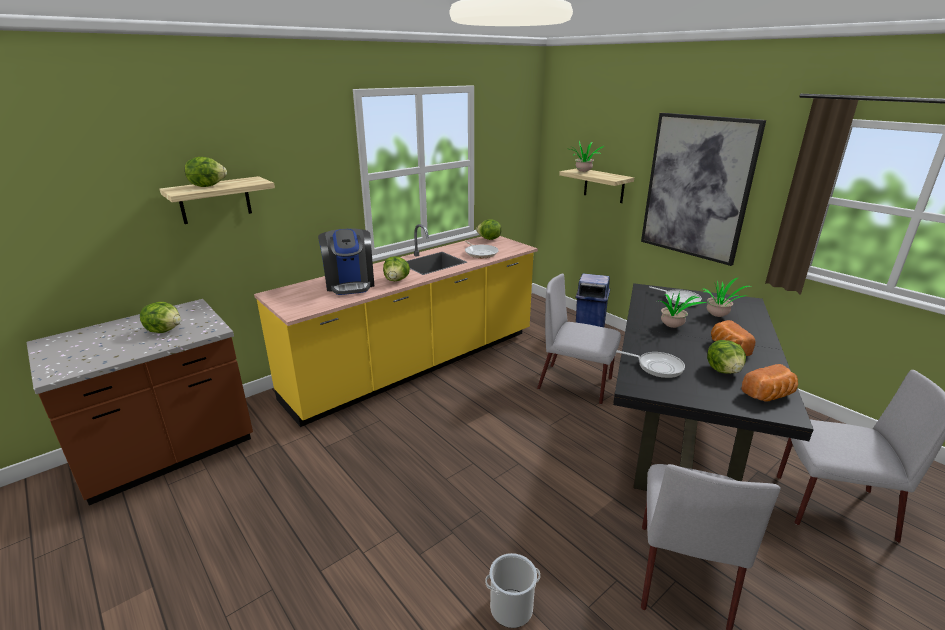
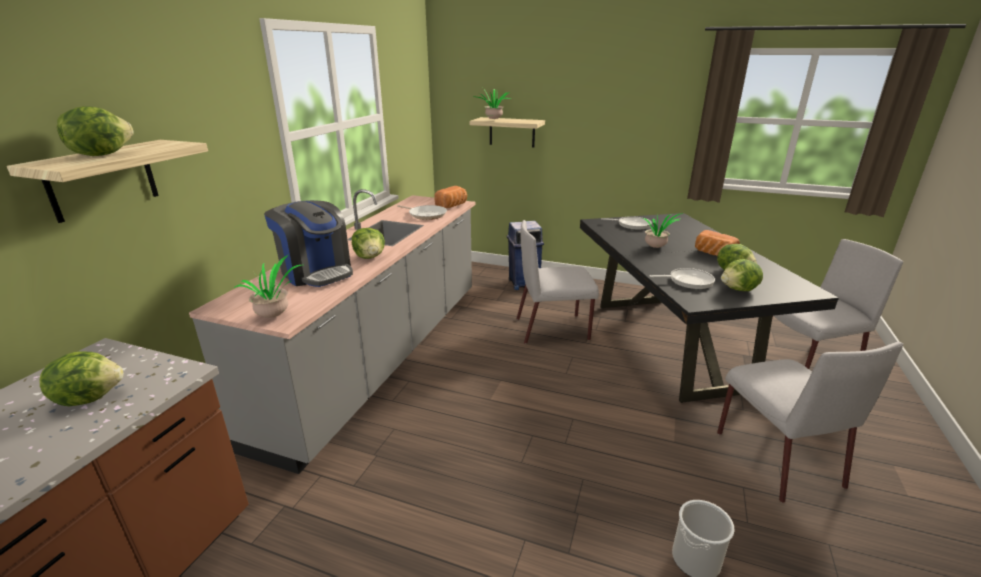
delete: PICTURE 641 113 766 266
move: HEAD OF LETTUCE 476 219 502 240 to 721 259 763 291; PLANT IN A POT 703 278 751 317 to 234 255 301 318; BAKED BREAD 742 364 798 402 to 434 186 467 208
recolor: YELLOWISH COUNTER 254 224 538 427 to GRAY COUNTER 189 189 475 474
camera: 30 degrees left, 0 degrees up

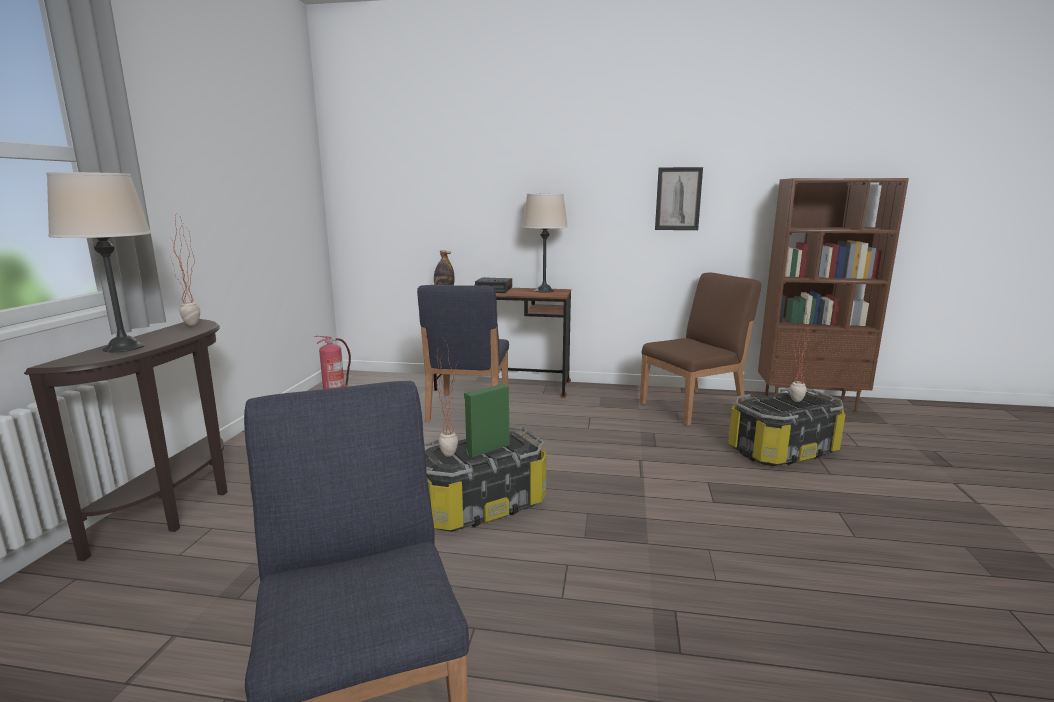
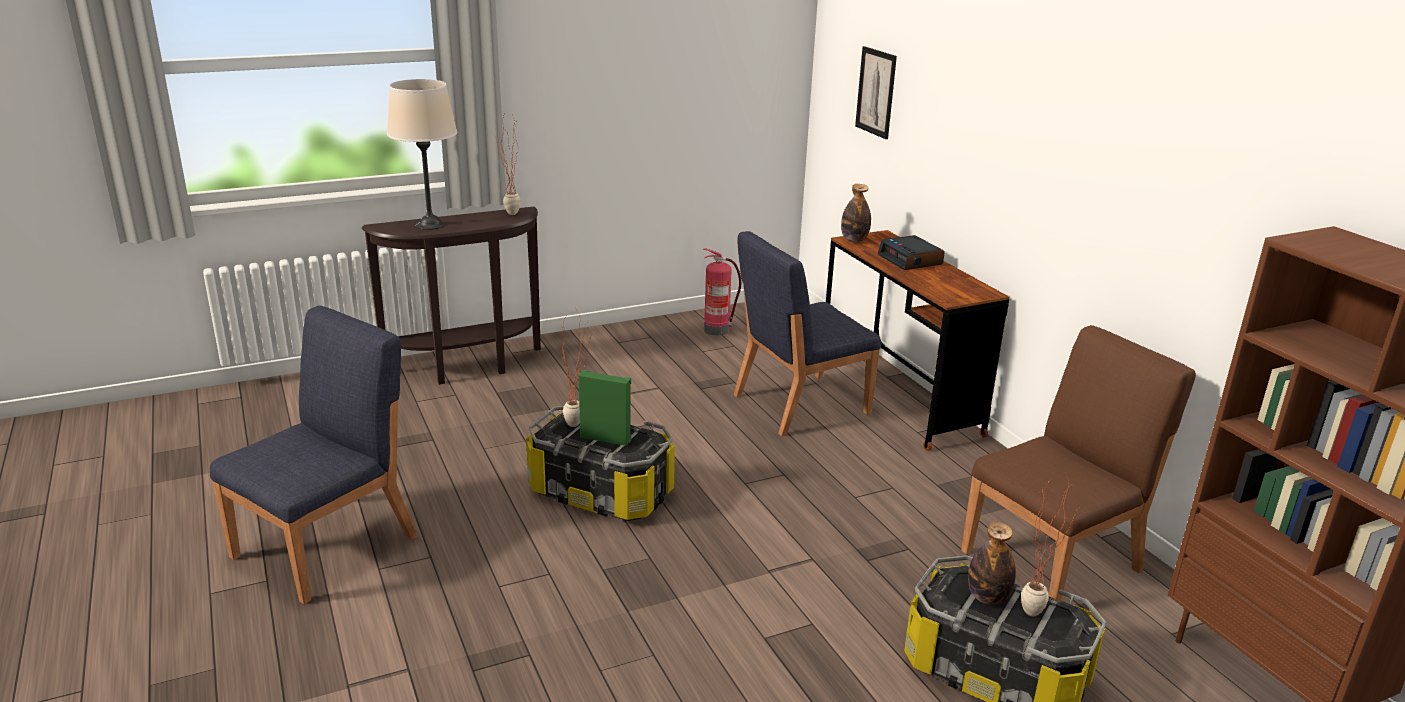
delete: SAND-COLOURED TABLE LAMP 522 194 568 293
insert: DRINK BOTTLE 968 522 1016 605
move: PICTURE 655 167 703 230 to 855 46 897 139
rotate: BROWN CHAIR 640 273 761 426 = 961 325 1196 602 60 degrees counterclockwise
camera: 55 degrees right, 10 degrees up

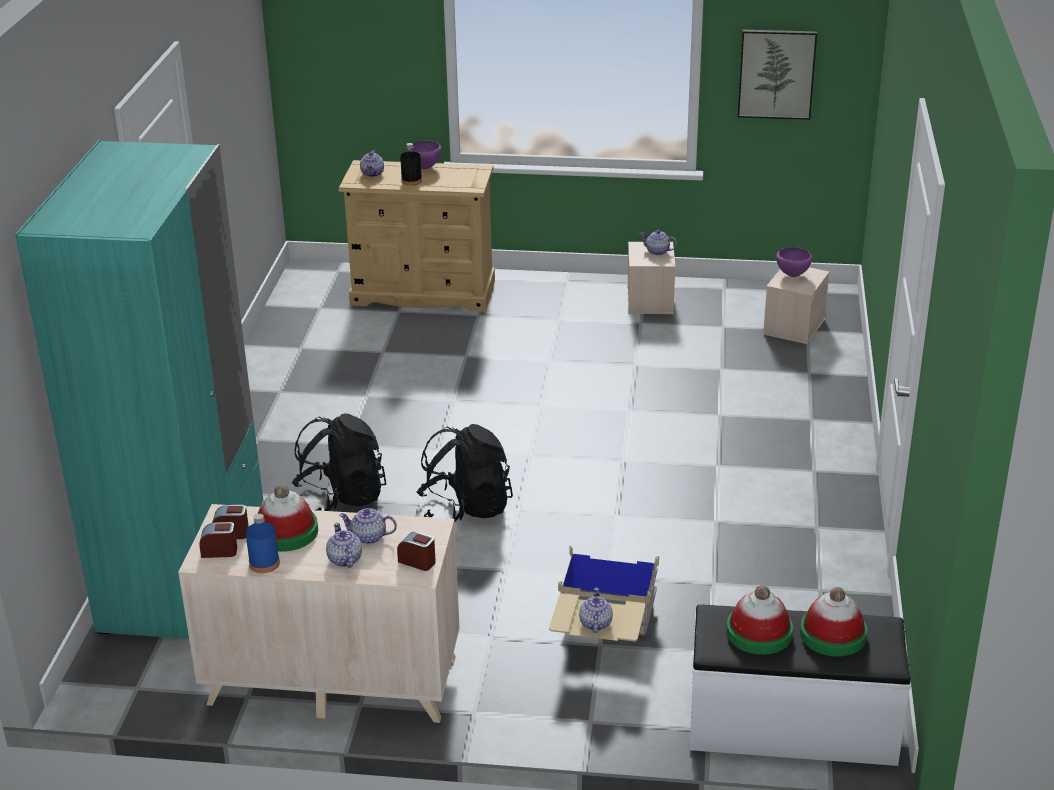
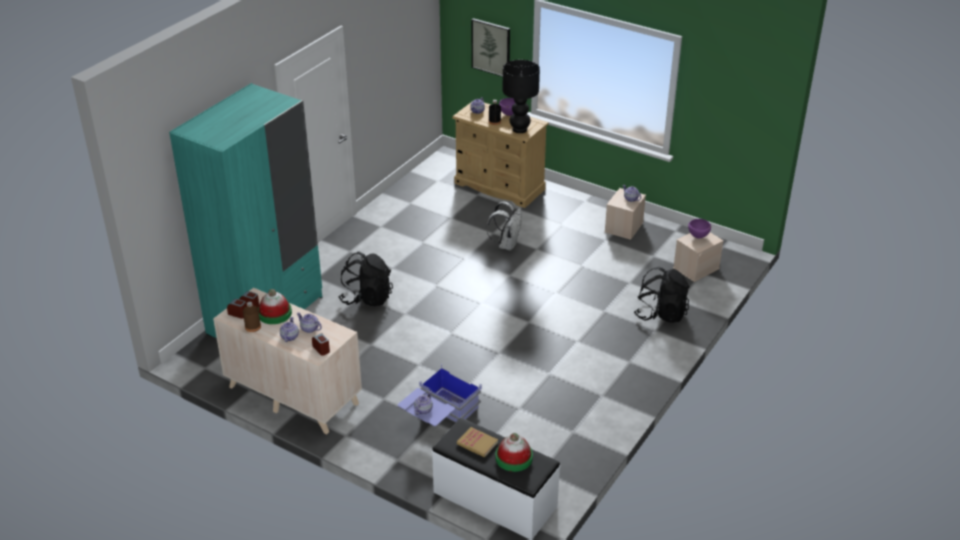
insert: BLACK TABLE LAMP 503 60 540 133; WHITISH BACKPACK 486 201 522 251
move: PICTURE 738 30 817 120 to 472 18 510 77; BLACK BACKPACK 417 424 513 522 to 634 267 689 323
replace: HAT 726 585 793 655 to BOUND BOOK 457 427 498 457
recolor: BLUISH DRINK BOTTLE 246 514 280 573 to BROWN DRINK BOTTLE 243 302 261 332; SAND-COLOURED STORAGE BIN 549 546 659 641 to BLUISH STORAGE BIN 398 363 482 426
camera: 25 degrees right, 5 degrees up

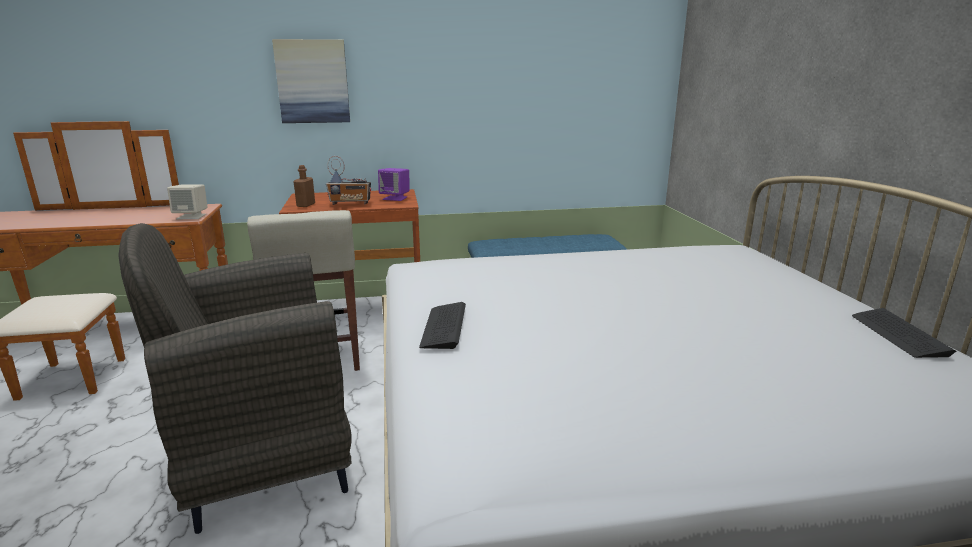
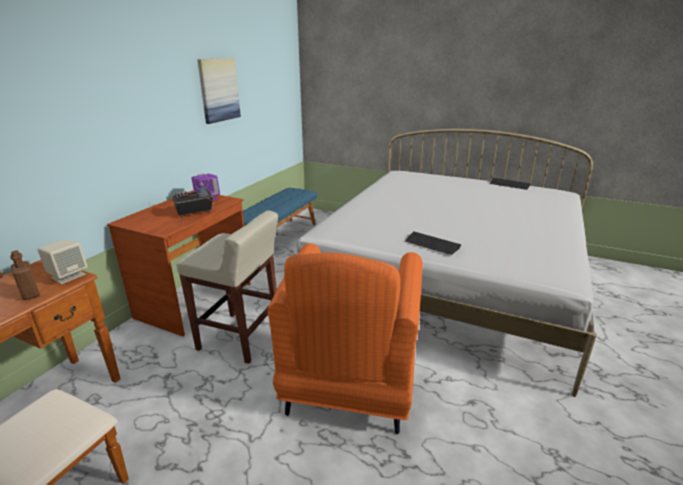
move: PICTURE 272 39 350 123 to 197 58 241 124; BROWN DRINK BOTTLE 293 165 315 207 to 10 250 40 300
recolor: GRAY LOUNGE CHAIR 118 223 352 534 to ORANGE LOUNGE CHAIR 268 243 423 434
rotate: RADIO SET 326 156 371 205 = 172 174 213 217 150 degrees counterclockwise
camera: 55 degrees left, 5 degrees up

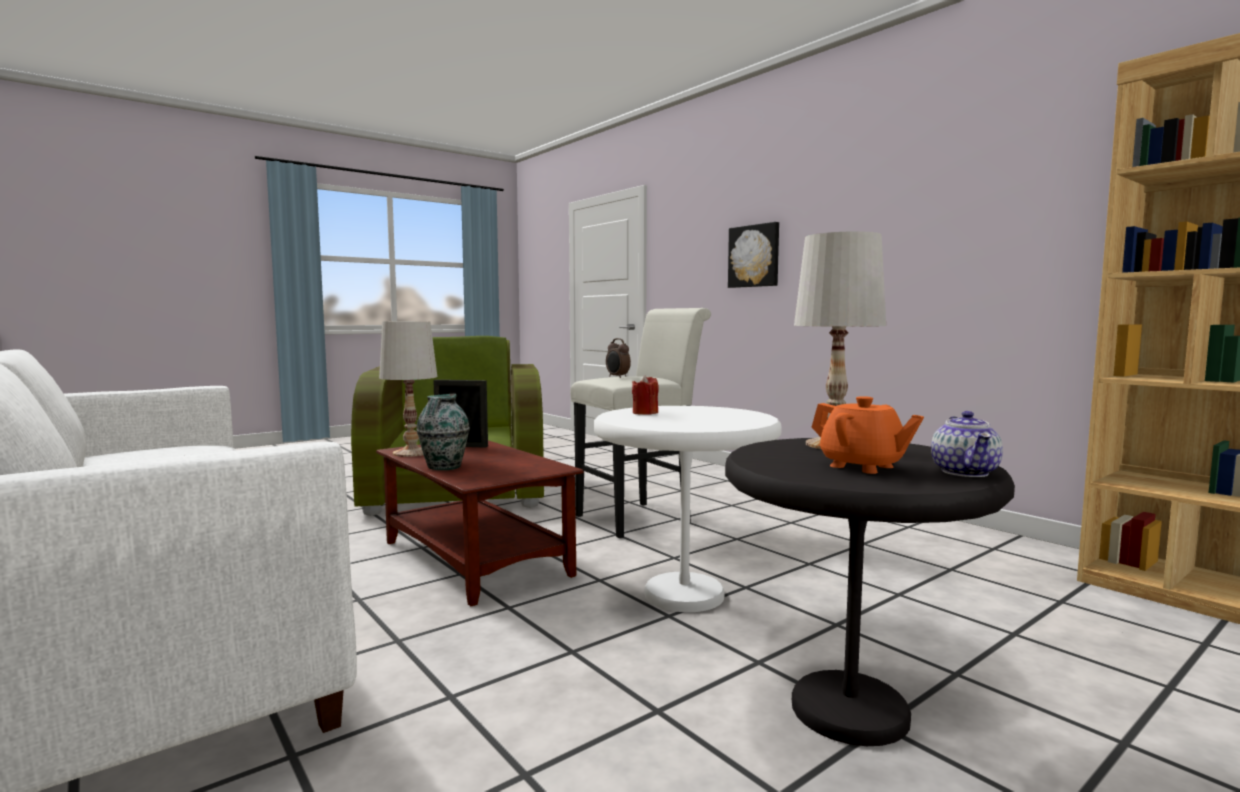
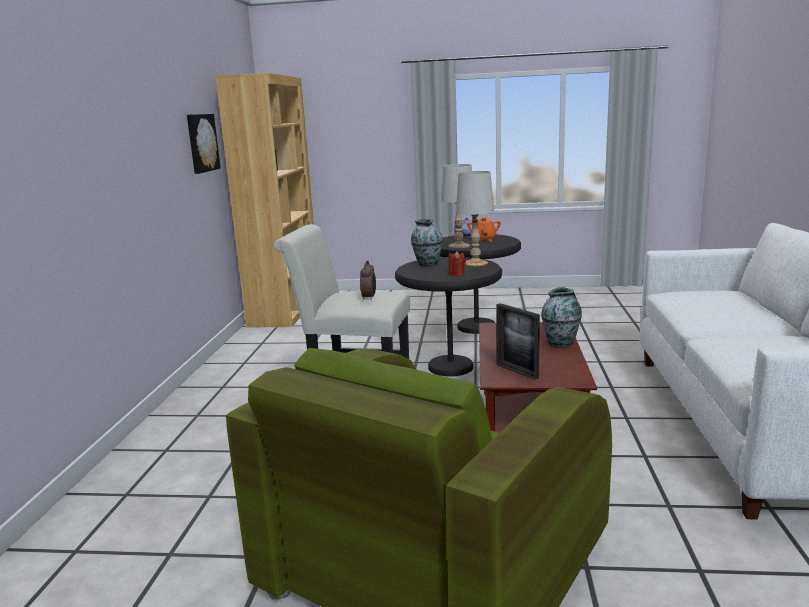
insert: VASE 411 219 443 266
move: PICTURE 728 222 779 288 to 187 114 221 174; WHITISH TABLE LAMP 379 321 437 457 to 456 171 494 266
recolor: WHITISH END TABLE 594 406 782 612 to BLACK END TABLE 395 257 502 377
camera: 135 degrees left, 10 degrees up

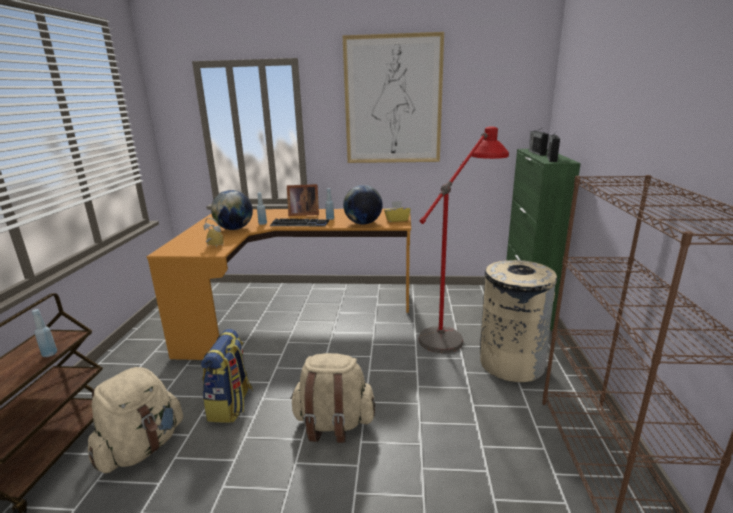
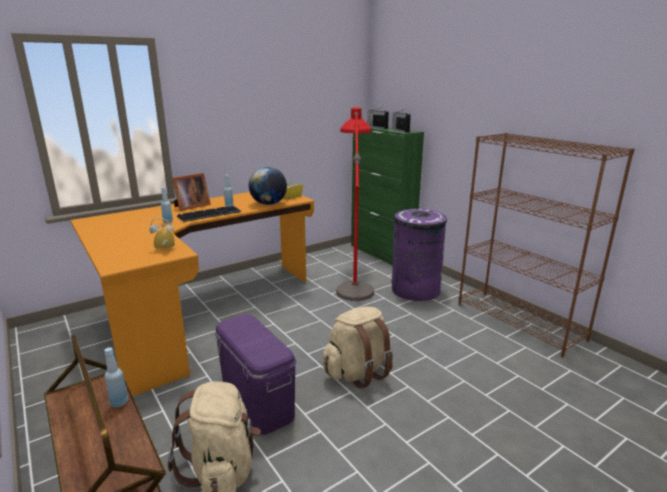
delete: PICTURE 343 32 444 163; WORLD GLOBE 211 190 253 230
replace: BACKPACK 201 329 254 423 to PURPLE STORAGE BIN 215 314 296 435
recolor: SAND-COLOURED RUBBISH BIN 480 260 557 382 to PURPLE RUBBISH BIN 391 209 447 301
camera: 40 degrees left, 0 degrees up

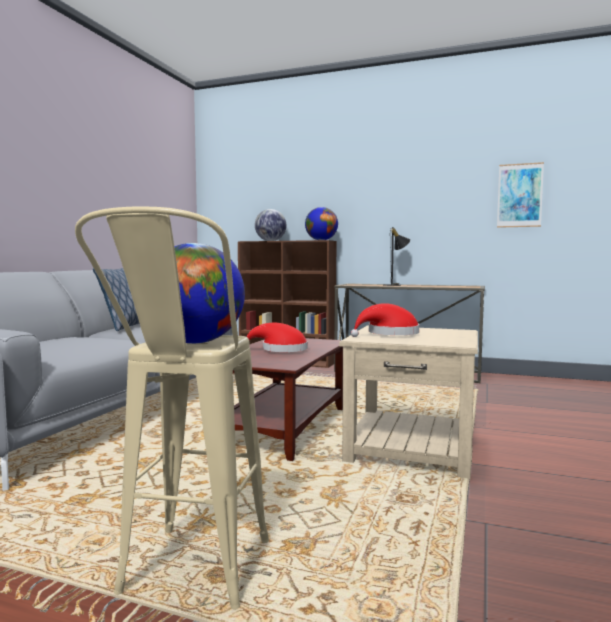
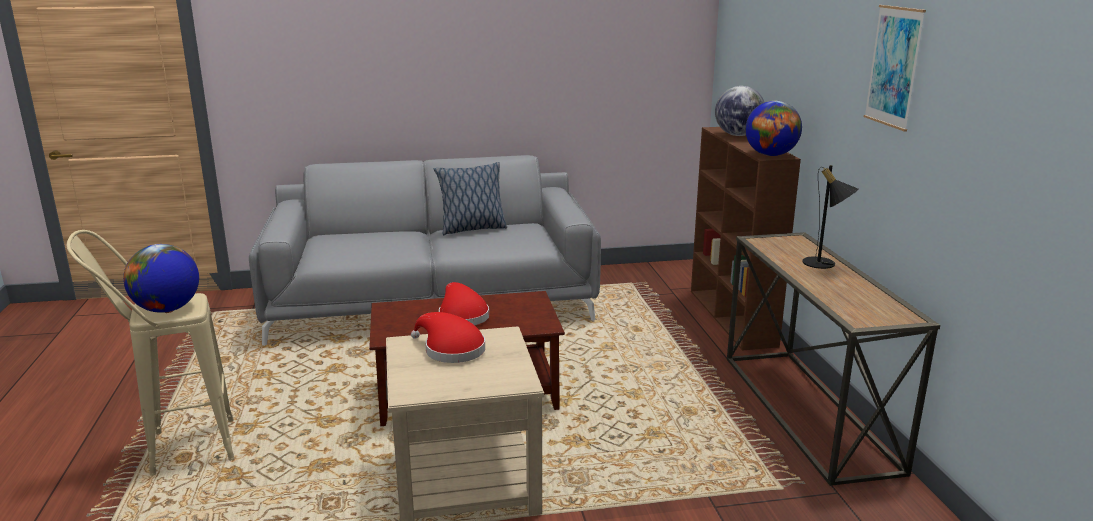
move: PICTURE 497 162 544 228 to 864 5 926 132
camera: 60 degrees right, 15 degrees up

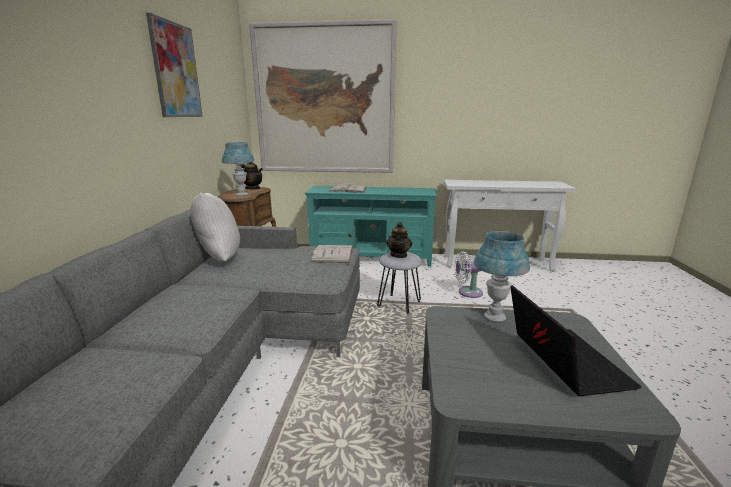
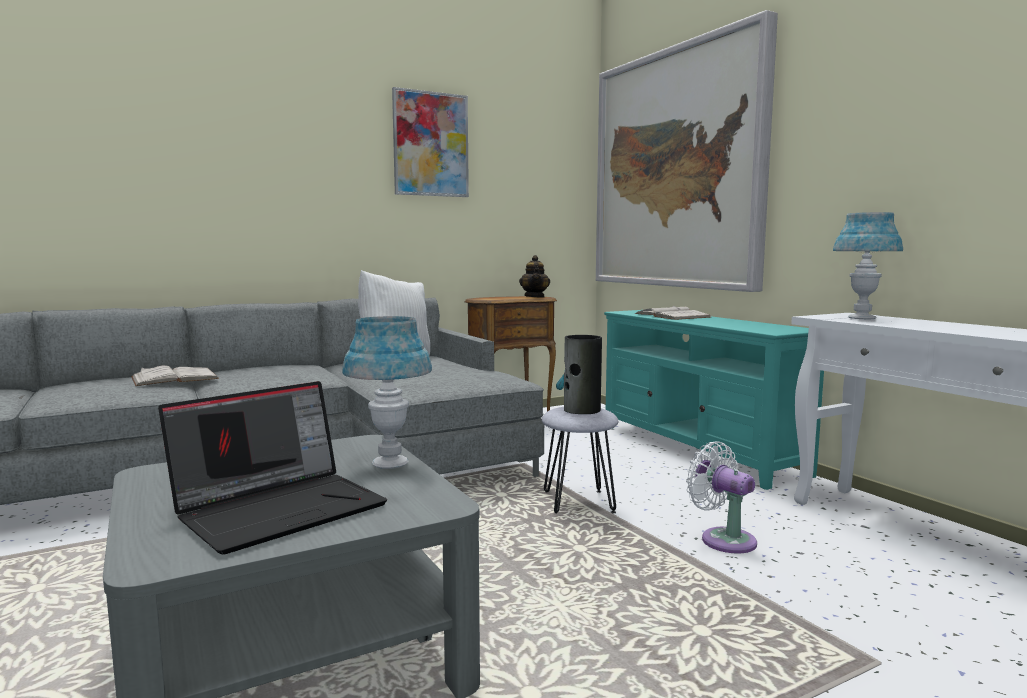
move: BLUISH TABLE LAMP 222 142 254 196 to 833 212 903 319; WHITISH BOUND BOOK 311 245 353 263 to 131 365 219 386
replace: TEA POT 386 222 412 258 to VASE 556 335 602 414
camera: 55 degrees right, 10 degrees down

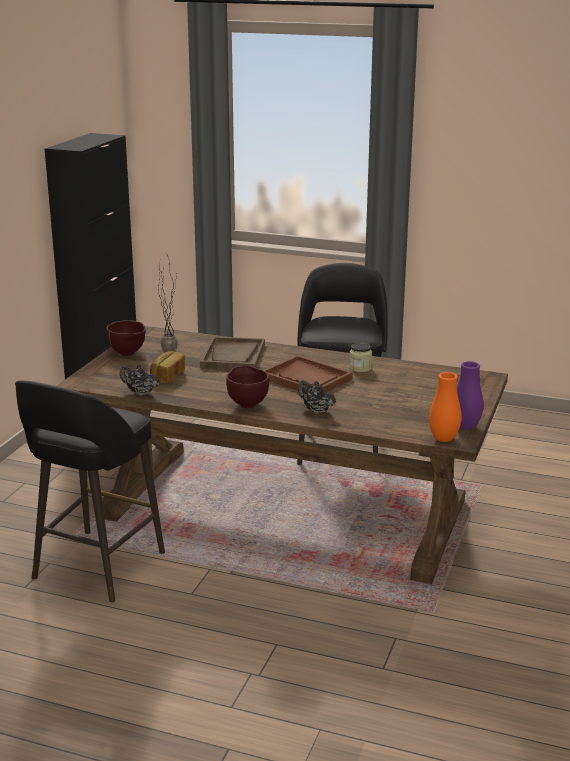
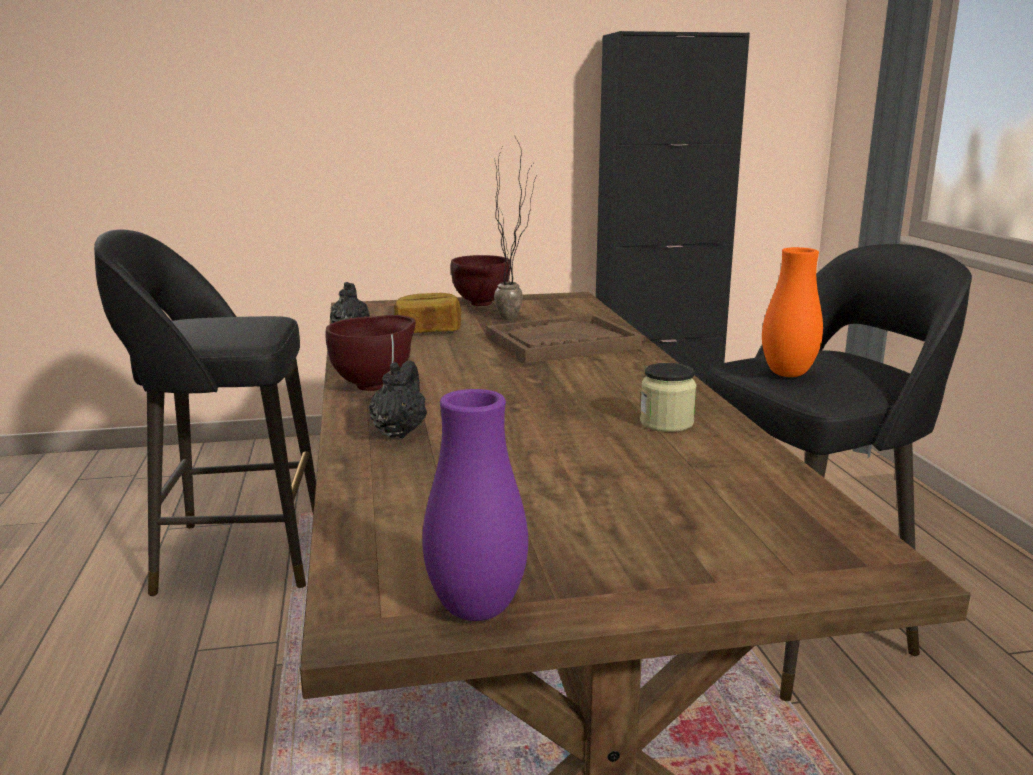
delete: BROWN CARRYING TRAY 264 355 352 392
move: ORANGE VASE 429 372 461 442 to 762 247 823 377
camera: 60 degrees right, 5 degrees down

